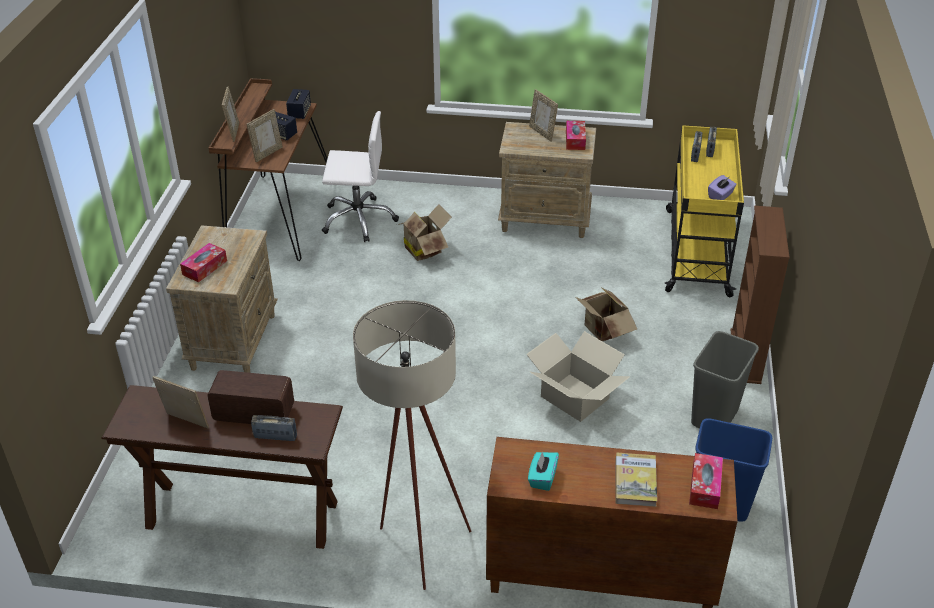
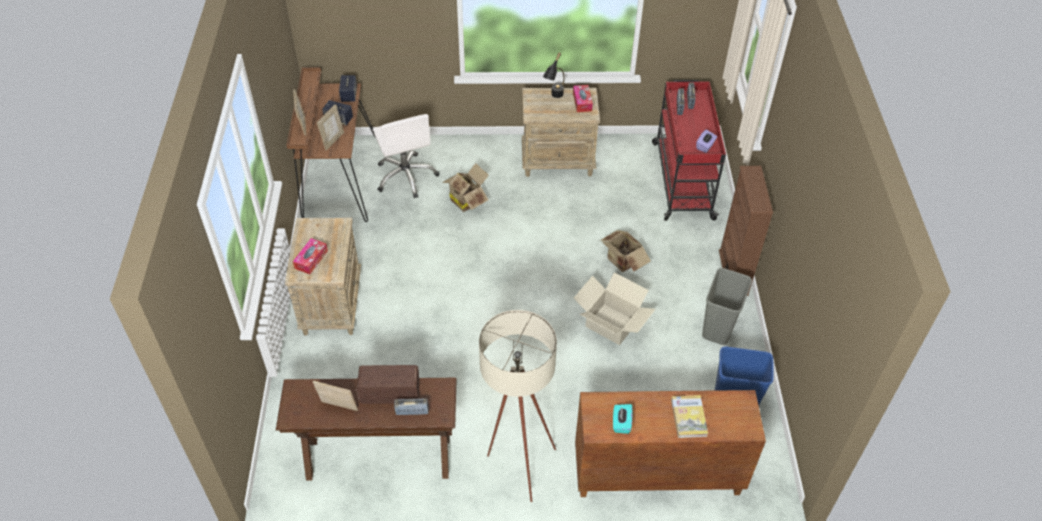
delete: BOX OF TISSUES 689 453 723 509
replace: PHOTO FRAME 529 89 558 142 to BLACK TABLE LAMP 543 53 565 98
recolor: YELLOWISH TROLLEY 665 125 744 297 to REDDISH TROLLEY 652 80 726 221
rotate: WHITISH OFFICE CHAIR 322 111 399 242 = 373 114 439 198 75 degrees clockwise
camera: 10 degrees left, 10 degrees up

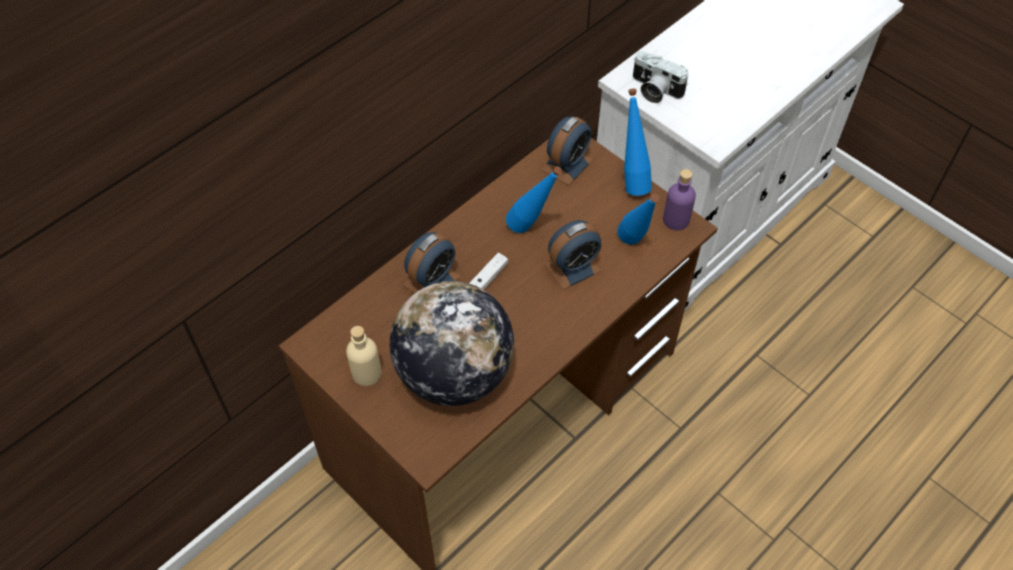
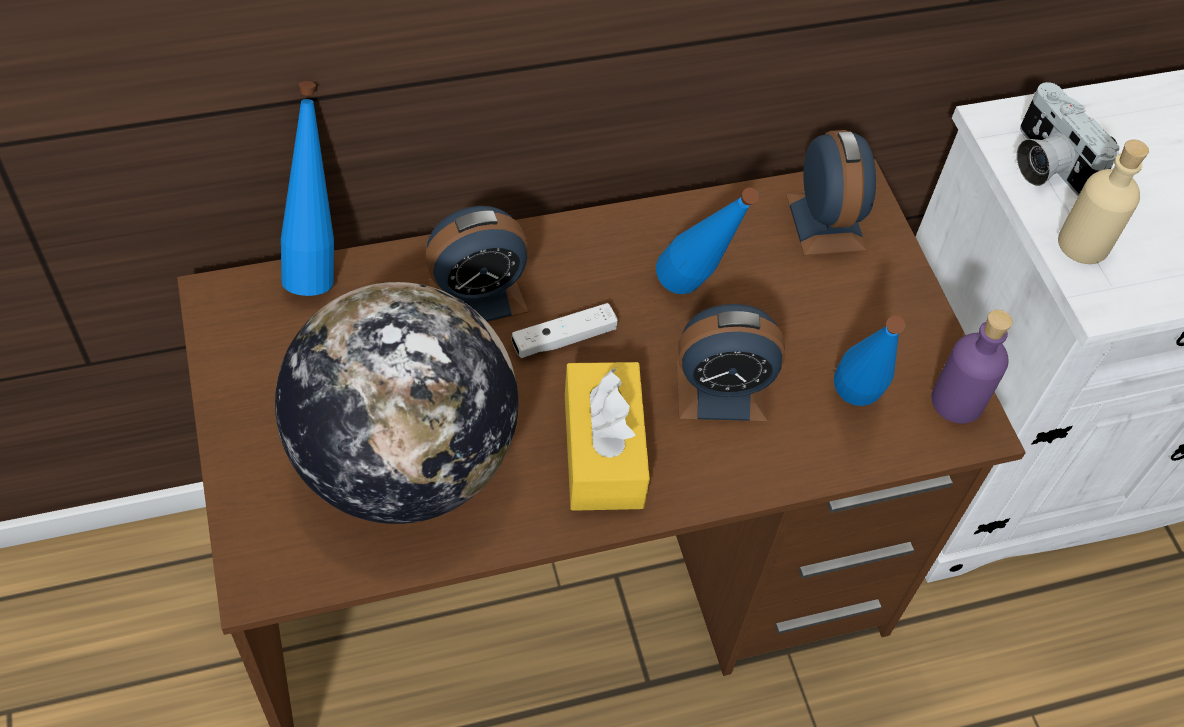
insert: YELLOWISH BOX OF TISSUES 565 362 650 511
move: BLUISH DRINK BOTTLE 624 89 652 196 to 281 81 334 296; SAND-COLOURED DRINK BOTTLE 346 326 382 386 to 1058 139 1149 264
rotate: TABLE CLOCK 541 117 593 186 = 786 130 876 256 75 degrees counterclockwise
camera: 25 degrees right, 0 degrees up

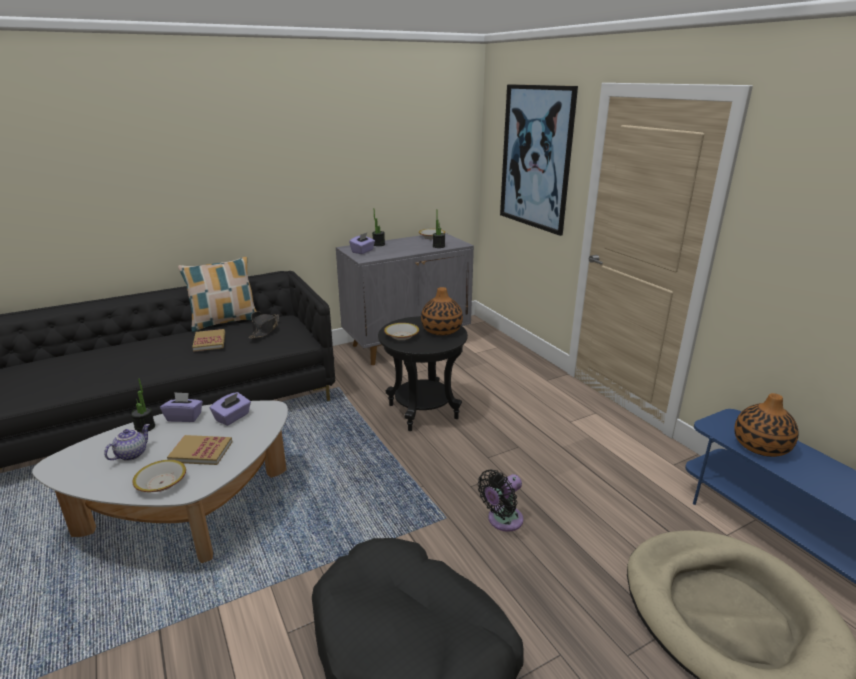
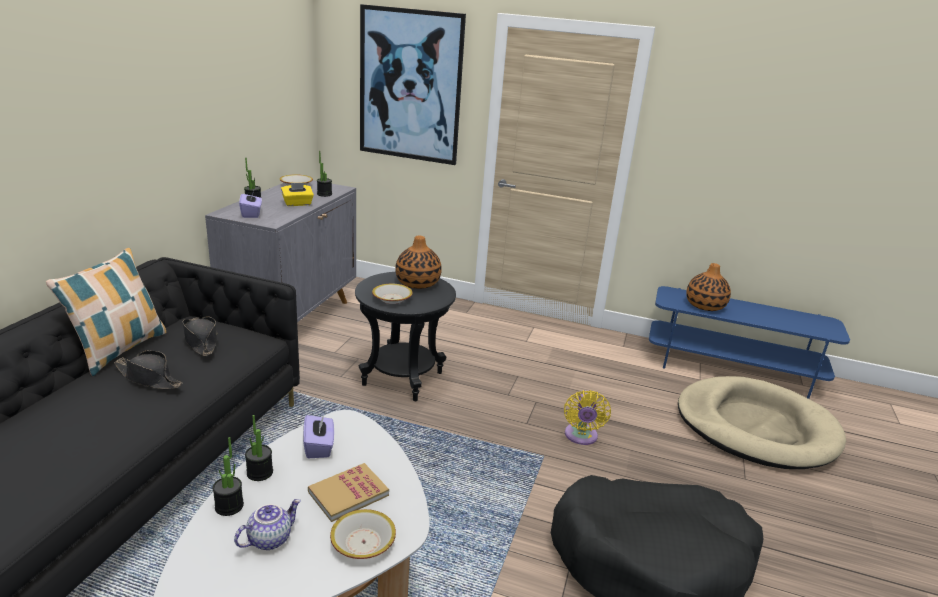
insert: YELLOWISH BOX OF TISSUES 281 183 314 206
replace: BOUND BOOK 192 329 225 352 to BLACK HAT 114 350 183 389; PURPLE BOX OF TISSUES 160 392 203 422 to PLANT IN A POT 245 415 273 481
recolor: BLACK FAN 478 469 523 532 to YELLOWISH FAN 564 390 611 445
rotate: TEA POT 104 424 150 461 = 234 499 301 550 60 degrees clockwise
camera: 45 degrees left, 0 degrees up

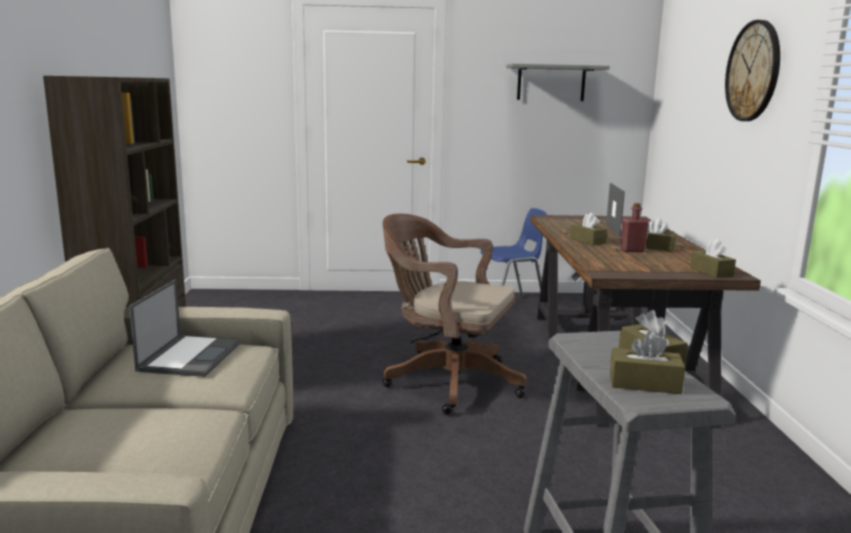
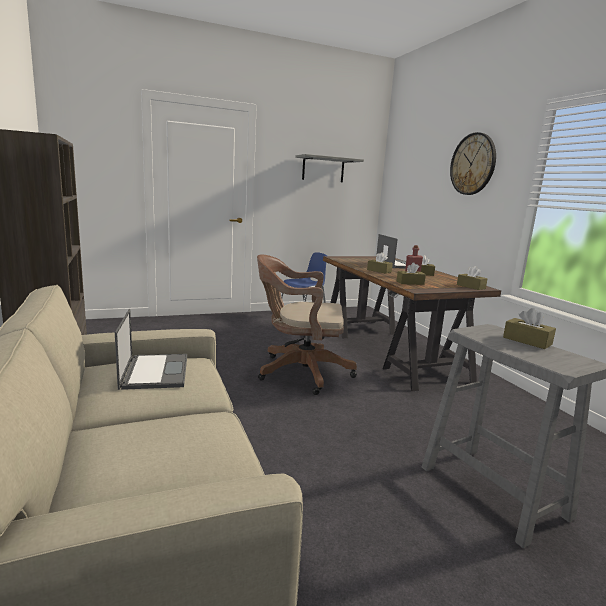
move: BROWN BOX OF TISSUES 610 331 685 394 to 397 262 426 285
camera: 20 degrees left, 0 degrees up

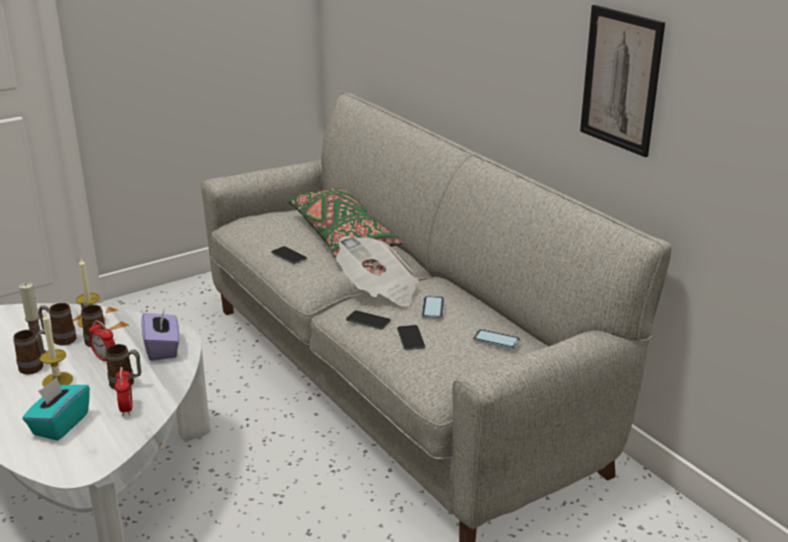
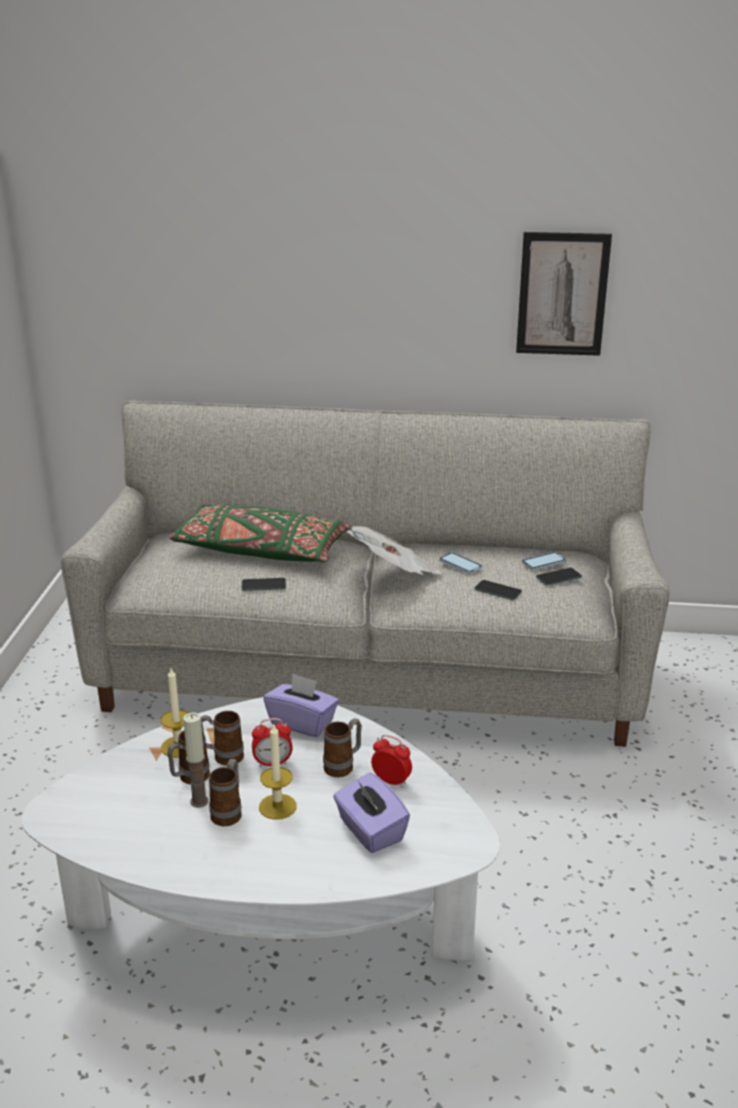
move: TELEPHONE 346 310 391 329 to 536 568 582 586
recolor: BLUE-GREEN BOX OF TISSUES 22 377 90 441 to PURPLE BOX OF TISSUES 333 772 410 853
camera: 50 degrees left, 0 degrees up

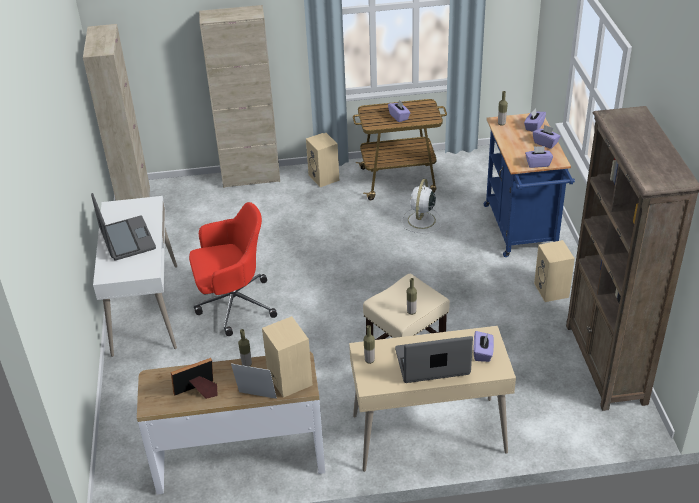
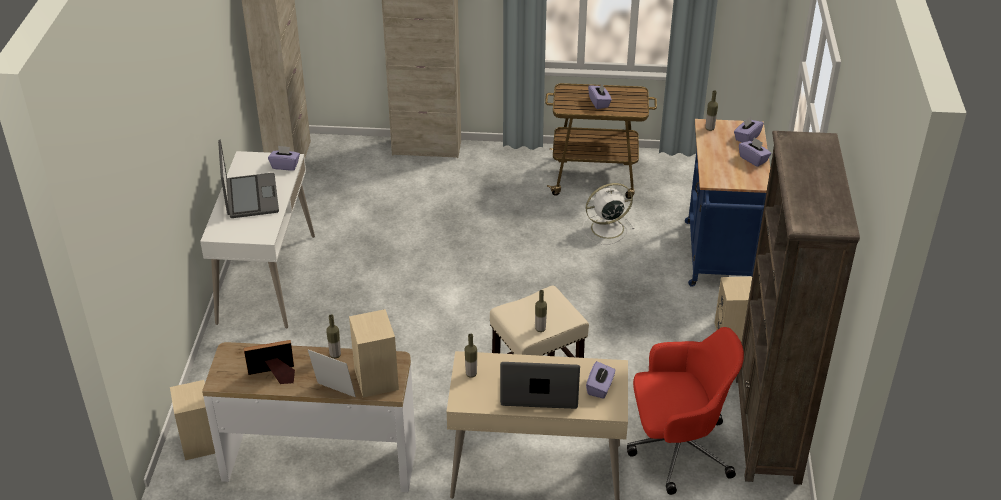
move: SAND-COLOURED SPEAKER 306 133 339 187 to 170 380 215 460; PURPLE BOX OF TISSUES 525 146 553 168 to 268 146 300 171; REDDISH OFFICE CHAIR 189 202 277 336 to 627 327 744 495
rotate: WHITISH FAN 402 179 441 233 = 583 183 635 245 45 degrees clockwise
camera: 10 degrees right, 0 degrees up

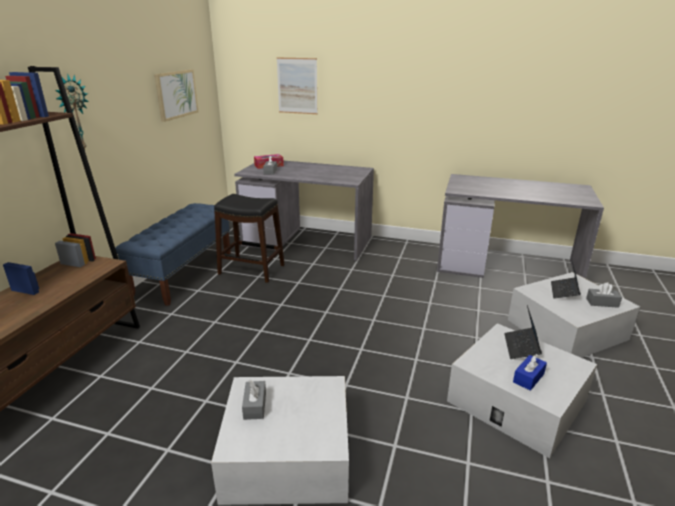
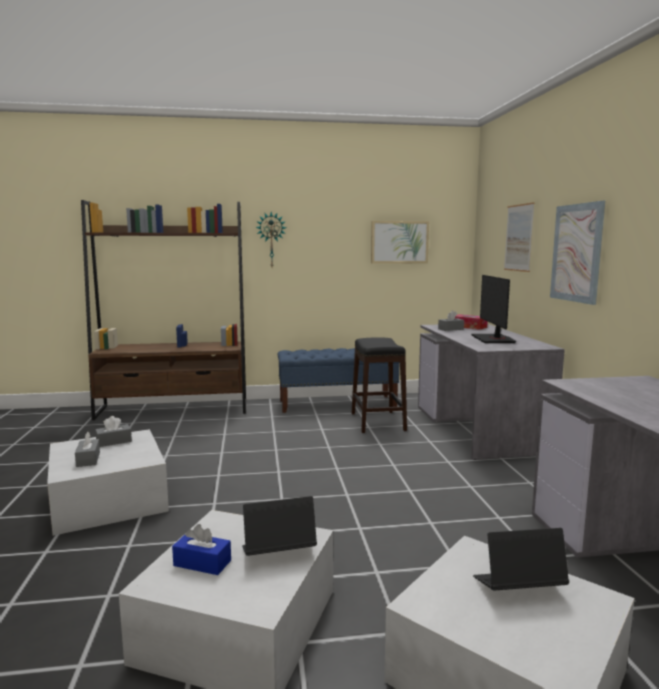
insert: PICTURE 550 201 605 305; COMPUTER SCREEN 471 275 517 343
move: GRAY BOX OF TISSUES 586 282 622 308 to 75 432 100 467
camera: 65 degrees right, 15 degrees down

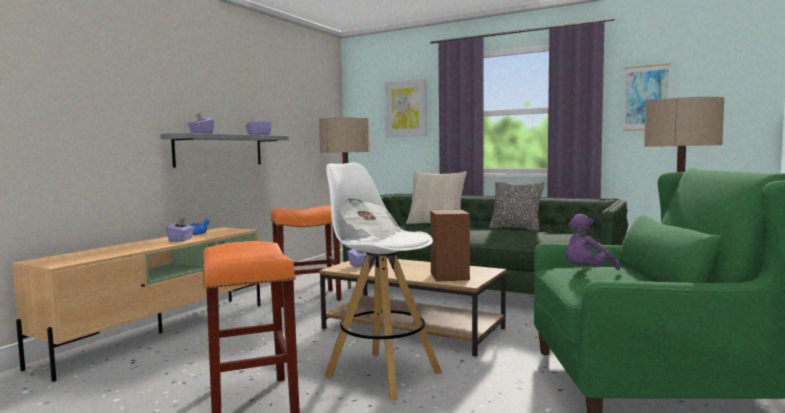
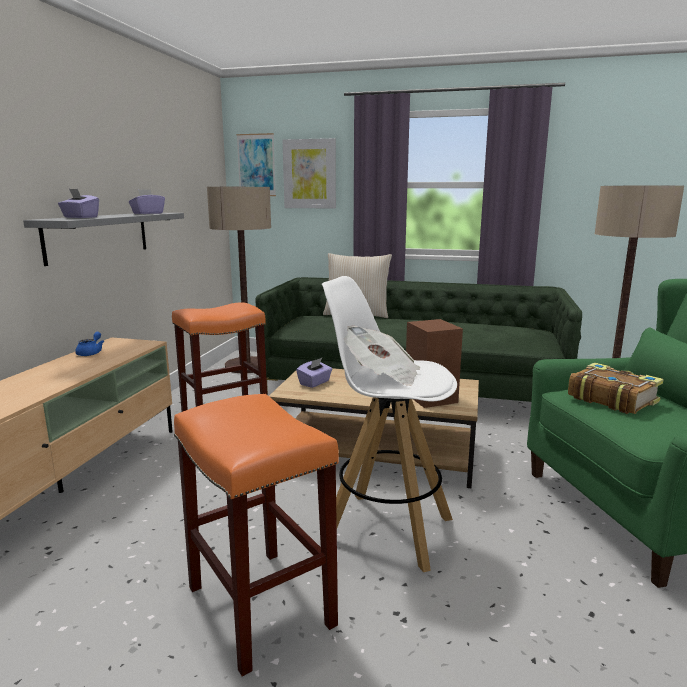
delete: CUSHION 489 182 544 231; PURPLE BOX OF TISSUES 166 218 194 242
move: PICTURE 623 63 671 131 to 237 133 276 196
replace: PURPLE PLUSH TOY 566 214 620 270 to BOUND BOOK 568 363 664 414
camera: 15 degrees left, 10 degrees up

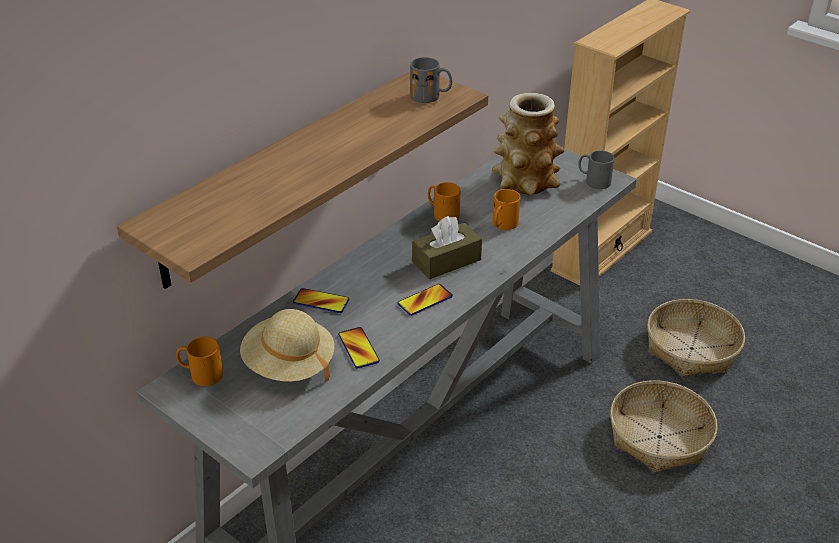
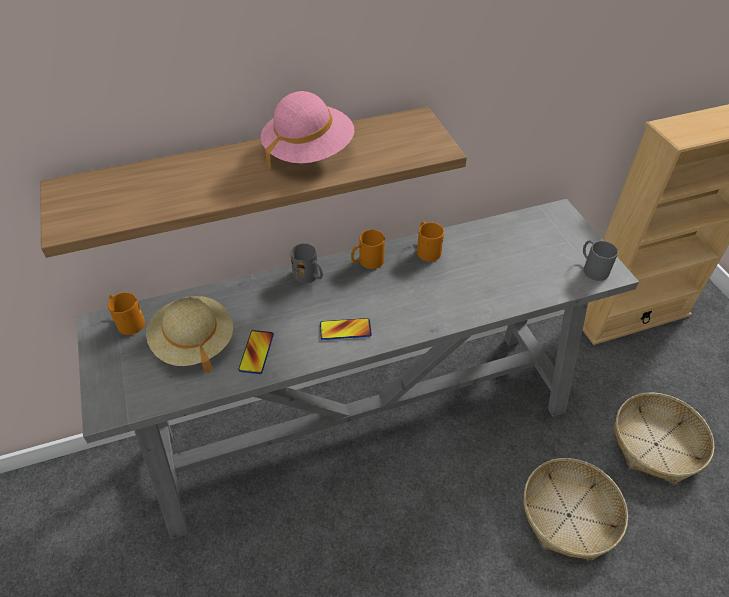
delete: VASE 492 93 564 195; BROWN BOX OF TISSUES 412 216 482 279; TELEPHONE 293 288 350 313
insert: PINK HAT 261 91 354 169
move: GRAY TEA MUG 410 57 452 103 to 290 243 323 283; ORANGE TEA MUG 493 189 520 230 to 351 230 385 269
camera: 30 degrees right, 10 degrees up

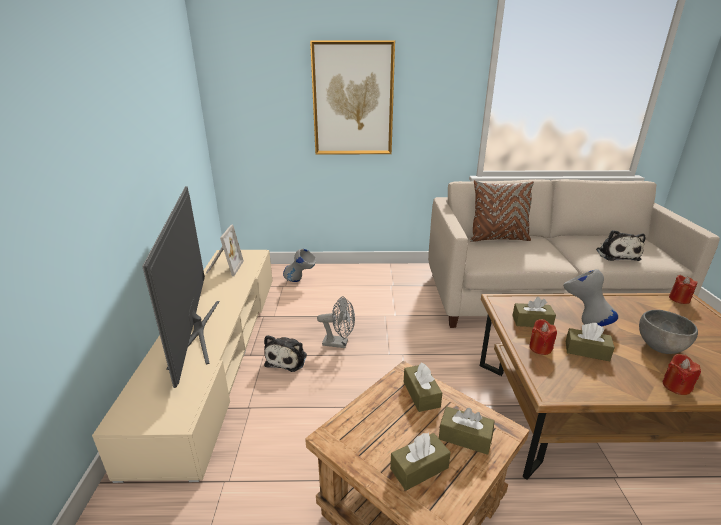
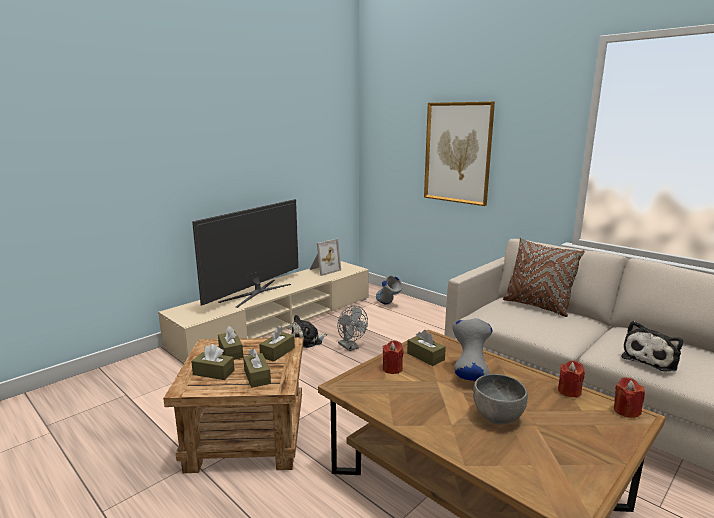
move: BROWN BOX OF TISSUES 566 323 615 361 to 218 326 243 360; REDDISH WAX LIGHT 663 354 701 395 to 558 361 585 398
camera: 45 degrees right, 10 degrees down

